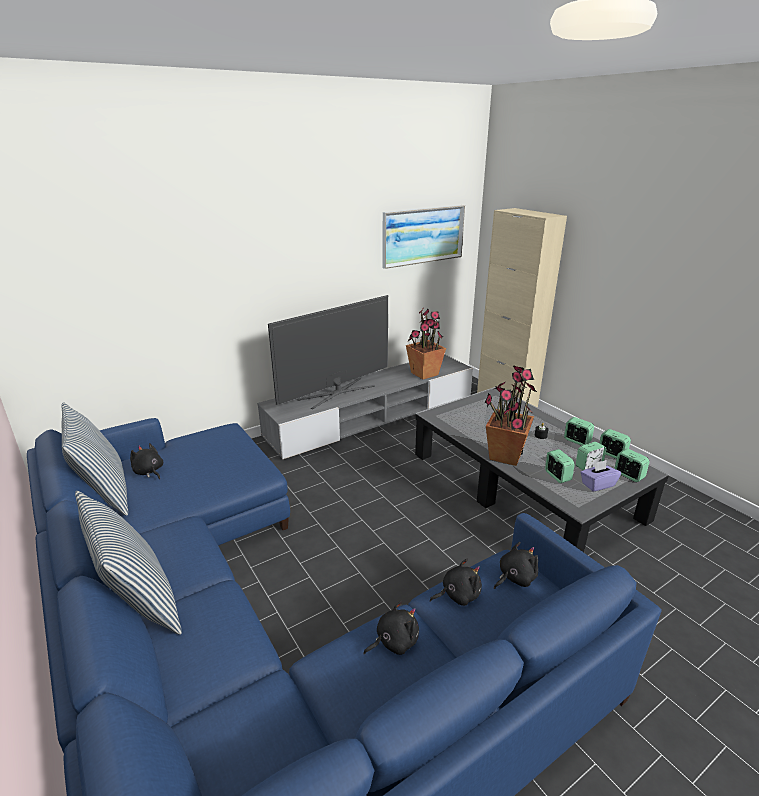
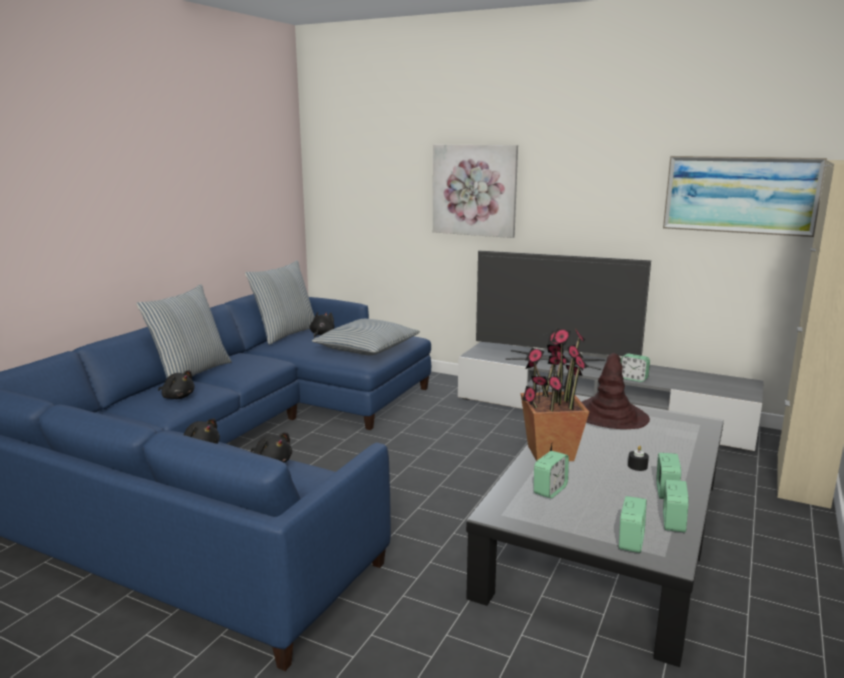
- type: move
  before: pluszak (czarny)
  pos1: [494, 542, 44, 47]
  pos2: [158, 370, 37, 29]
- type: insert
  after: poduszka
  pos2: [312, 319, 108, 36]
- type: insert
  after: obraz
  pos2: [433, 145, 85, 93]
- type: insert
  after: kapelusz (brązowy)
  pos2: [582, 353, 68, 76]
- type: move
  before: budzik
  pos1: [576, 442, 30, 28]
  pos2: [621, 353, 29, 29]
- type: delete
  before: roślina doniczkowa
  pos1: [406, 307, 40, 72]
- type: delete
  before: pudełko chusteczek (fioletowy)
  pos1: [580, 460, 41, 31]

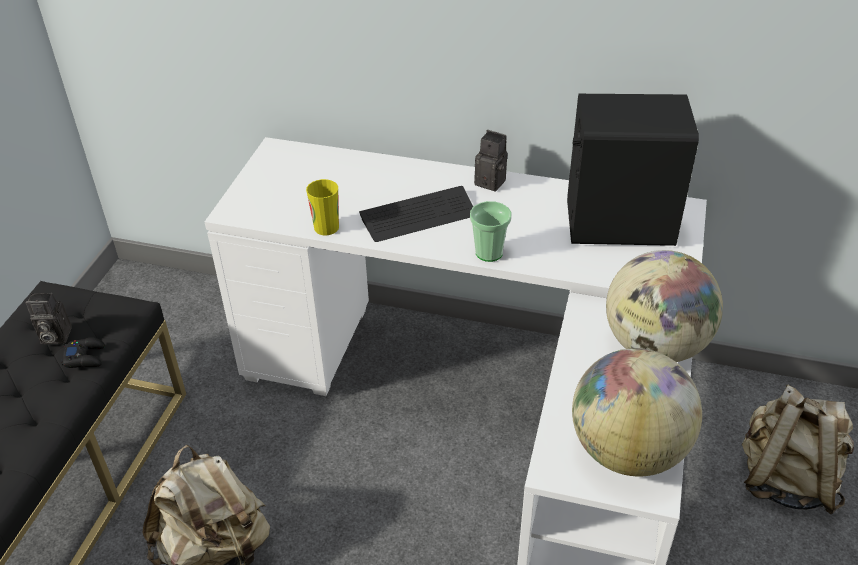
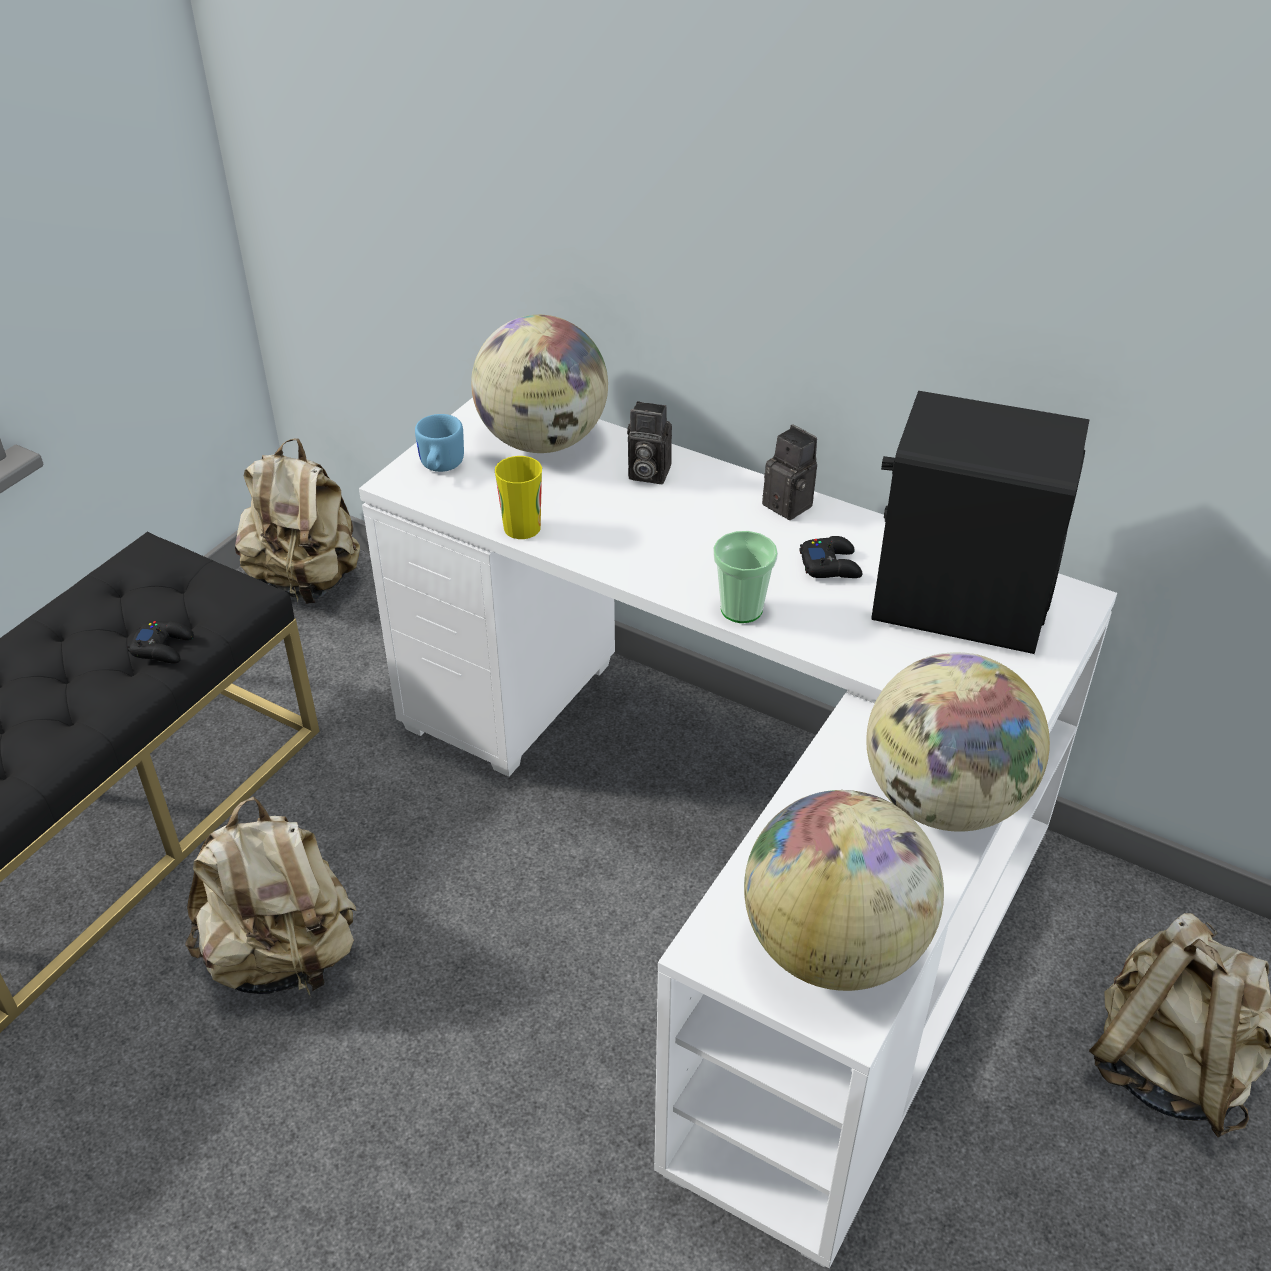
- type: insert
  after: plecak (beżowy)
  pos2: [235, 438, 125, 166]
- type: insert
  after: kubek (niebieski)
  pos2: [415, 414, 49, 58]
- type: insert
  after: globus
  pos2: [471, 315, 137, 138]
- type: move
  before: aparat fotograficzny
  pos1: [26, 293, 46, 51]
  pos2: [627, 401, 45, 83]
- type: insert
  after: pad do gier (czarny)
  pos2: [799, 536, 63, 42]
- type: delete
  before: klawiatura
  pos1: [359, 186, 114, 56]

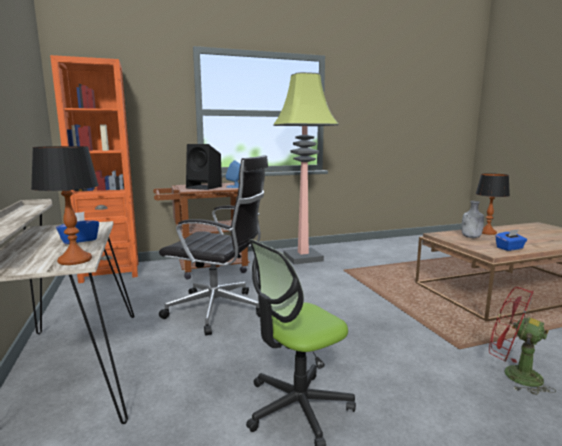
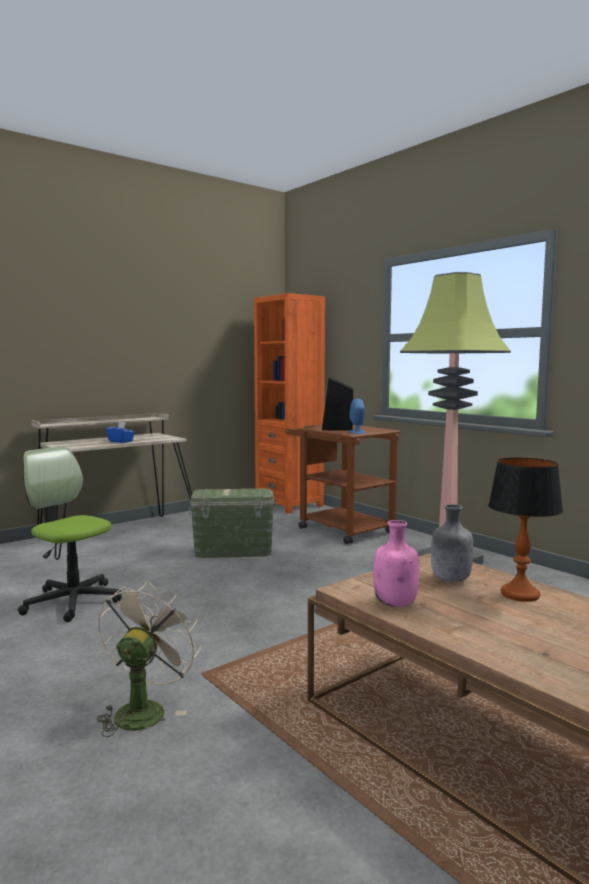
- type: recolor
  before: wentylator (czerwony)
  after: wentylator (beżowy)
  pos1: [489, 287, 67, 108]
  pos2: [97, 581, 104, 156]
- type: replace
  before: krzesło biurowe (czarny)
  after: pojemnik do przechowywania (zielony)
  pos1: [159, 155, 109, 181]
  pos2: [188, 489, 88, 69]
- type: replace
  before: pudełko chusteczek (niebieski)
  after: butelka (różowy)
  pos1: [496, 229, 31, 22]
  pos2: [374, 520, 45, 87]
- type: delete
  before: lampa stołowa
  pos1: [31, 146, 68, 119]

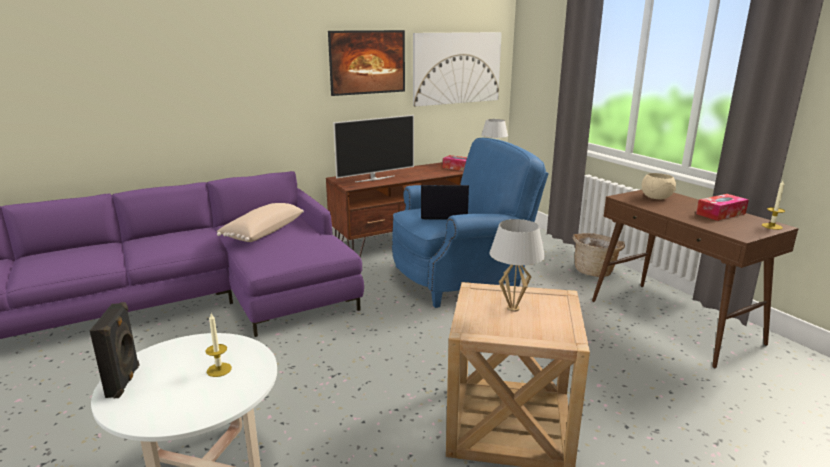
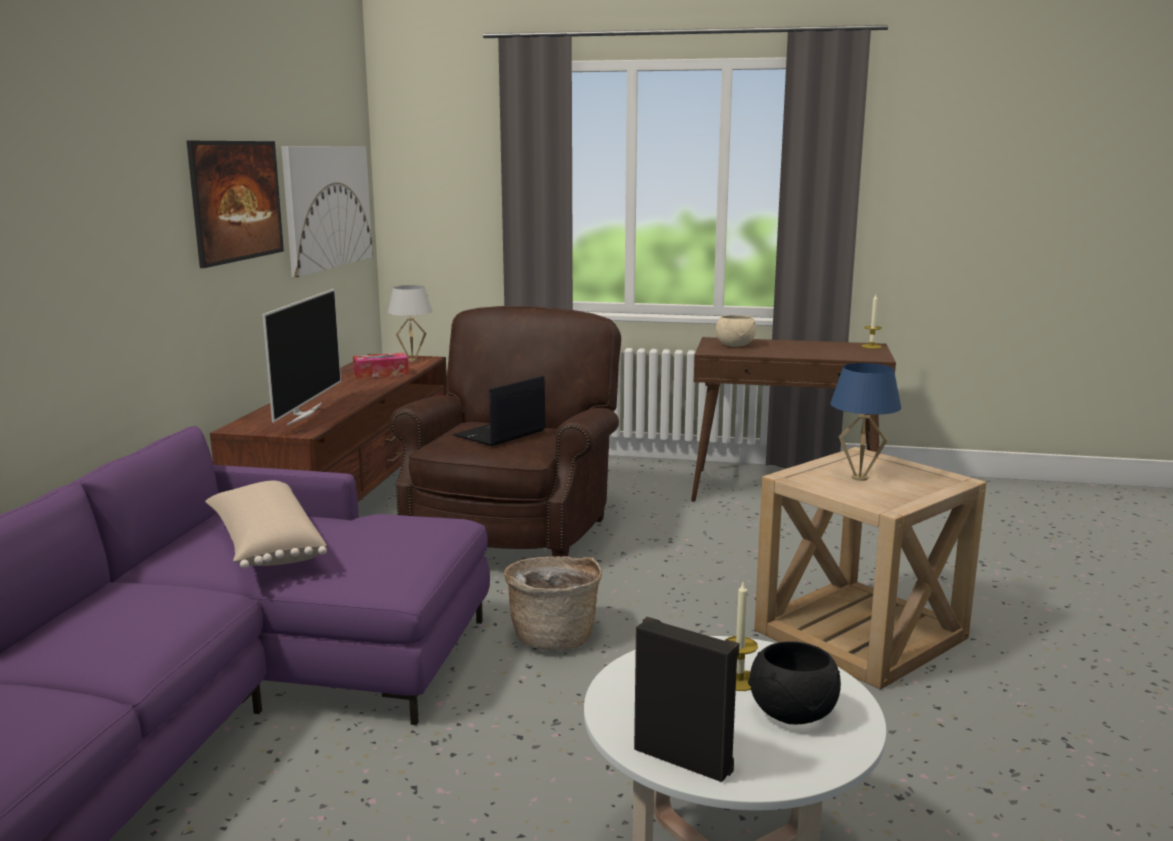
- type: recolor
  before: fotel (niebieski)
  after: fotel (brązowy)
  pos1: [392, 138, 157, 170]
  pos2: [390, 306, 231, 251]
- type: move
  before: koszyk
  pos1: [573, 233, 52, 44]
  pos2: [504, 556, 98, 95]
- type: insert
  after: miska (czarny)
  pos2: [748, 641, 93, 83]
- type: recolor
  before: lampa stołowa (biały)
  after: lampa stołowa (niebieski)
  pos1: [490, 219, 55, 93]
  pos2: [830, 363, 71, 118]
- type: delete
  before: pudełko chusteczek
  pos1: [696, 194, 53, 27]

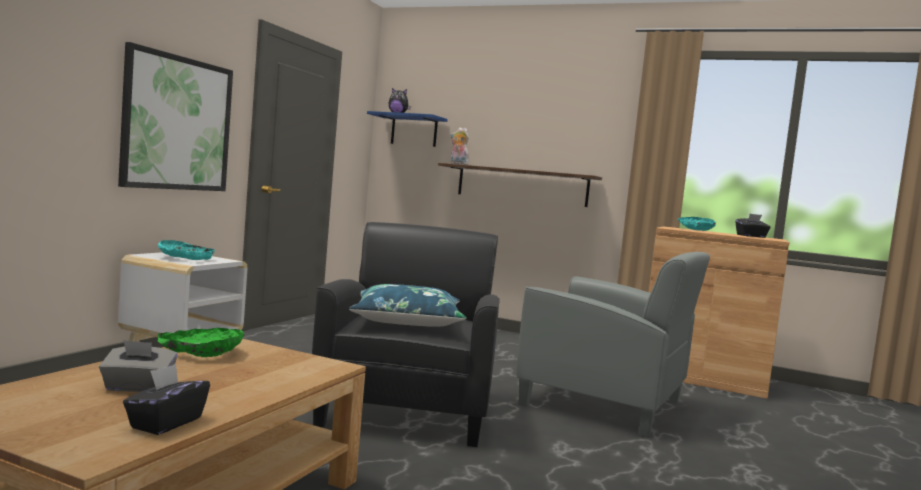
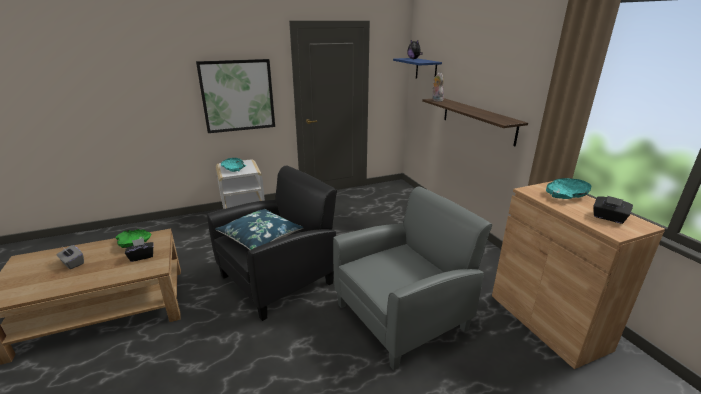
- type: move
  before: pudełko chusteczek (czarny)
  pos1: [123, 364, 87, 71]
  pos2: [125, 238, 29, 24]
- type: rotate
  before: fotel (szary)
  pos1: [517, 252, 193, 186]
  pos2: [333, 186, 159, 184]
  turn: -105

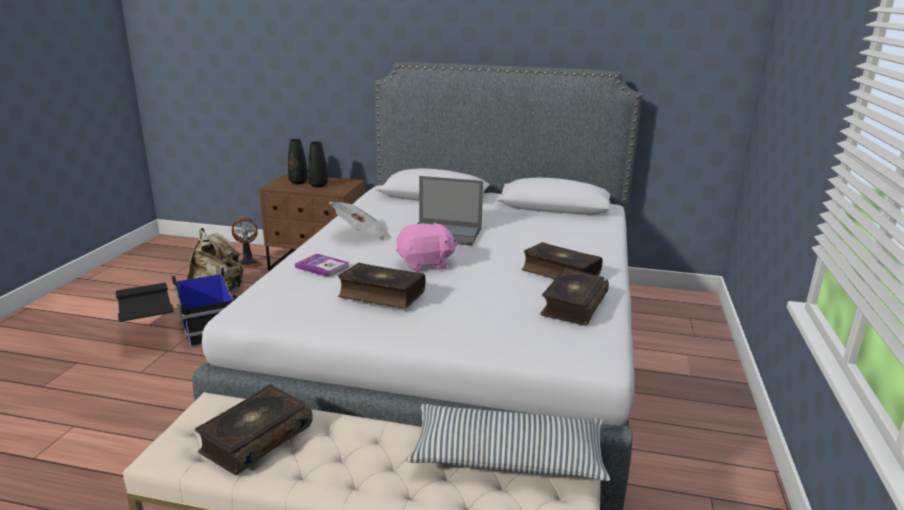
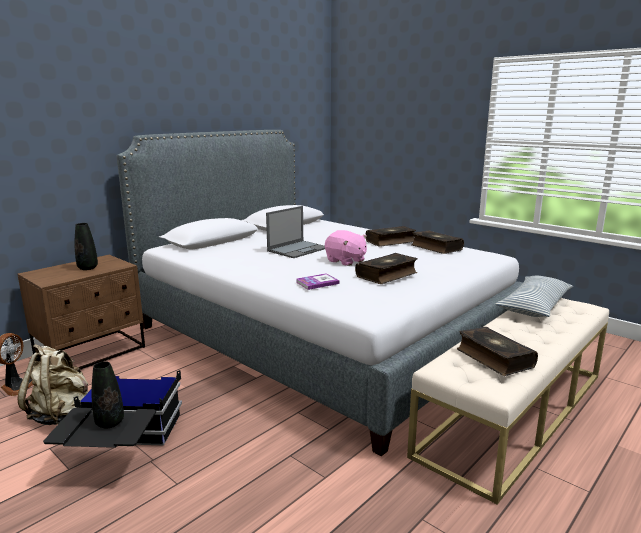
- type: move
  before: wazon (czarny)
  pos1: [288, 139, 20, 45]
  pos2: [92, 361, 32, 68]
- type: rotate
  before: pluszak (różowy)
  pos1: [396, 222, 62, 50]
  pos2: [325, 230, 42, 36]
  turn: 120
- type: delete
  before: gazeta
  pos1: [329, 202, 62, 36]

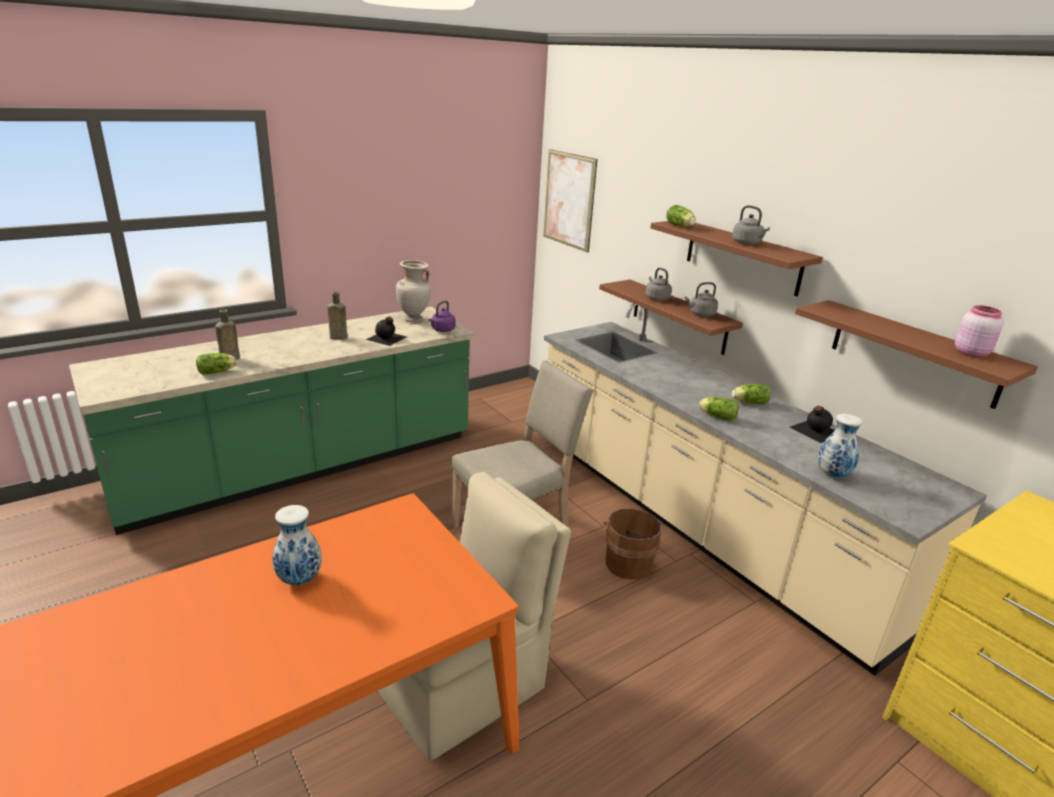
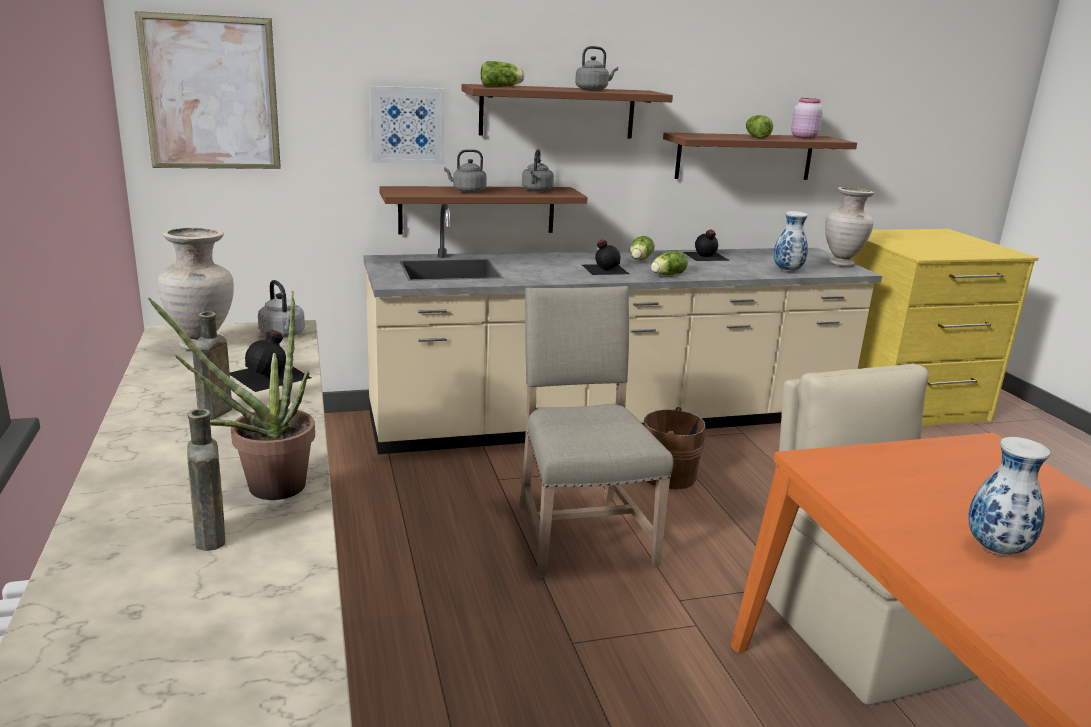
- type: insert
  after: roślina doniczkowa
  pos2: [148, 291, 167, 209]
- type: recolor
  before: czajnik (fioletowy)
  after: czajnik (szary)
  pos1: [429, 301, 26, 31]
  pos2: [258, 280, 47, 58]
- type: insert
  after: obraz
  pos2: [369, 86, 76, 78]
- type: insert
  after: butelka (czarny)
  pos2: [582, 239, 47, 36]
- type: move
  before: sałata
  pos1: [196, 353, 41, 22]
  pos2: [746, 115, 27, 24]
- type: insert
  after: wazon (beżowy)
  pos2: [825, 187, 50, 79]

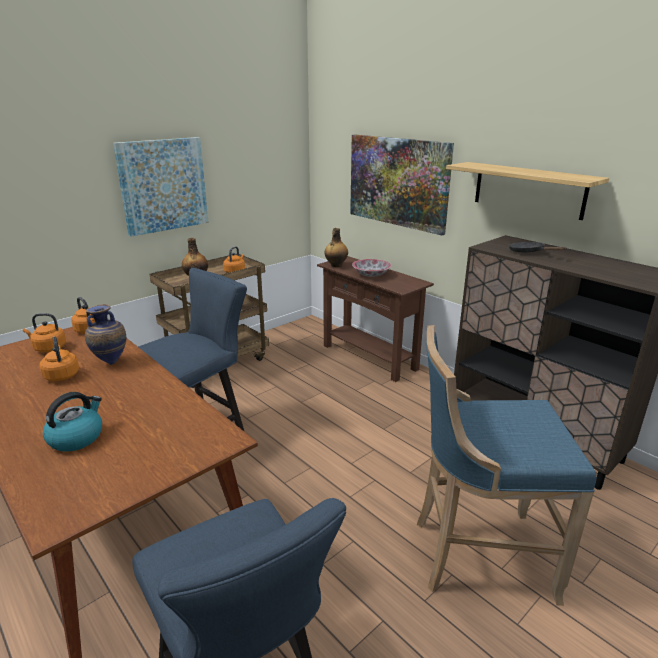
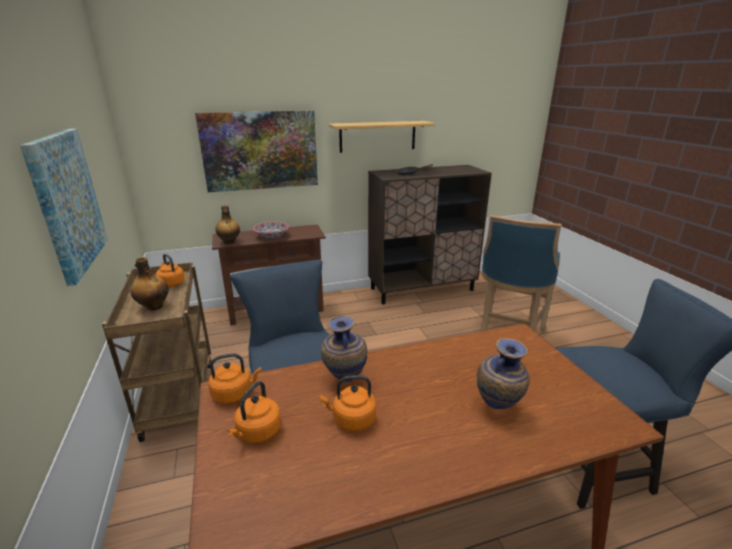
- type: replace
  before: czajnik
  after: wazon
  pos1: [43, 392, 59, 60]
  pos2: [477, 338, 52, 71]

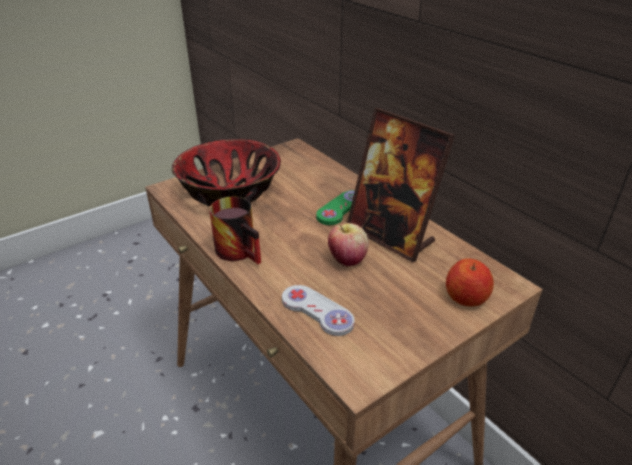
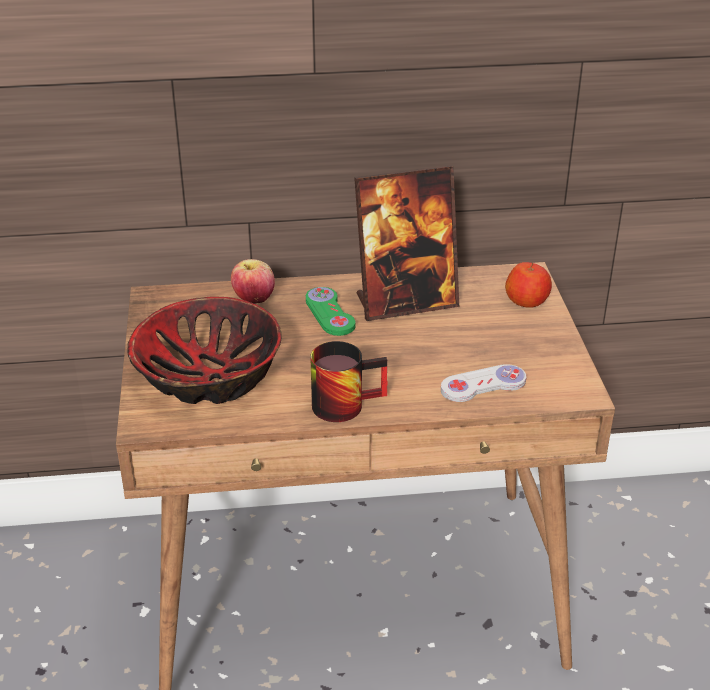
- type: move
  before: jabłko
  pos1: [328, 223, 41, 44]
  pos2: [231, 259, 44, 45]

